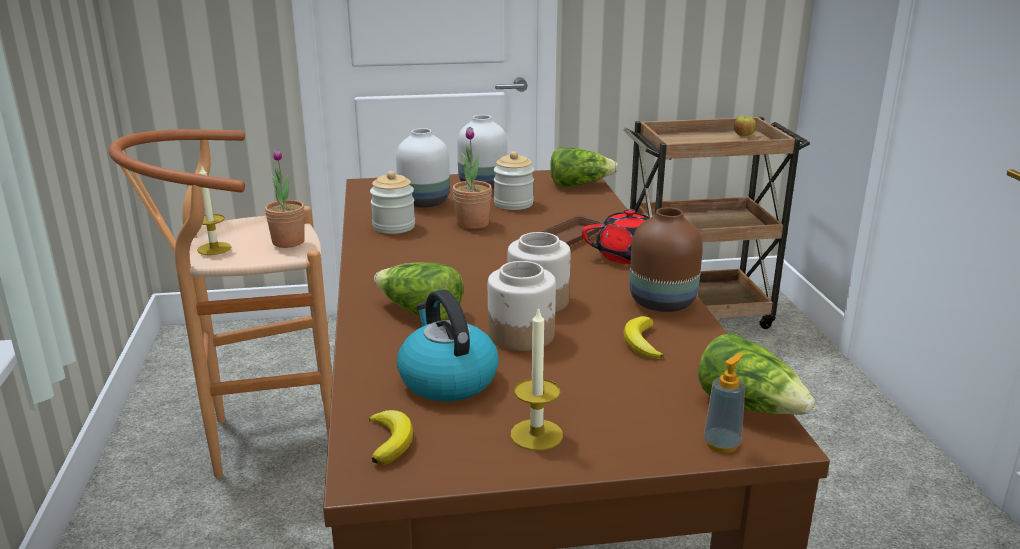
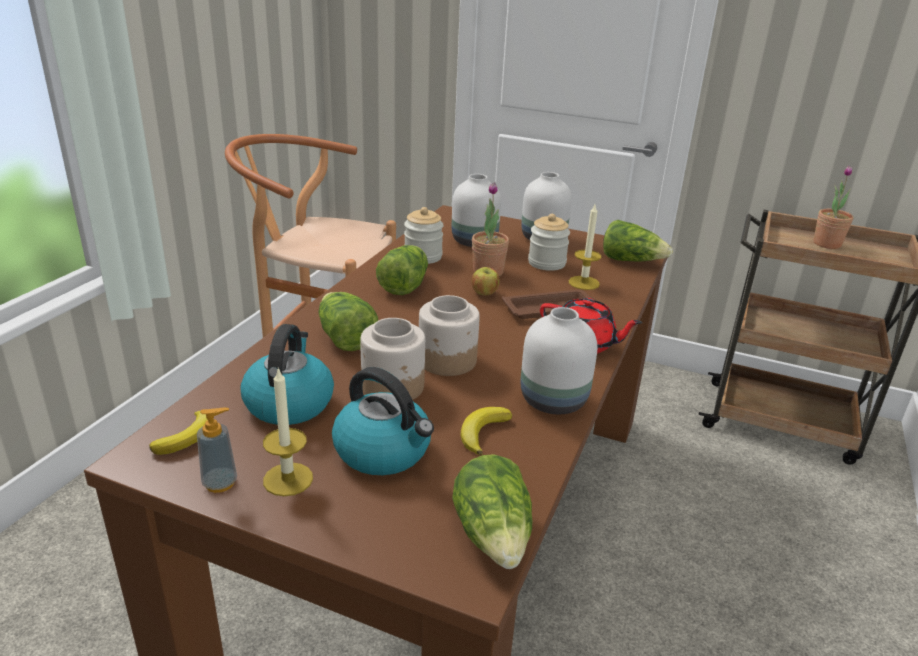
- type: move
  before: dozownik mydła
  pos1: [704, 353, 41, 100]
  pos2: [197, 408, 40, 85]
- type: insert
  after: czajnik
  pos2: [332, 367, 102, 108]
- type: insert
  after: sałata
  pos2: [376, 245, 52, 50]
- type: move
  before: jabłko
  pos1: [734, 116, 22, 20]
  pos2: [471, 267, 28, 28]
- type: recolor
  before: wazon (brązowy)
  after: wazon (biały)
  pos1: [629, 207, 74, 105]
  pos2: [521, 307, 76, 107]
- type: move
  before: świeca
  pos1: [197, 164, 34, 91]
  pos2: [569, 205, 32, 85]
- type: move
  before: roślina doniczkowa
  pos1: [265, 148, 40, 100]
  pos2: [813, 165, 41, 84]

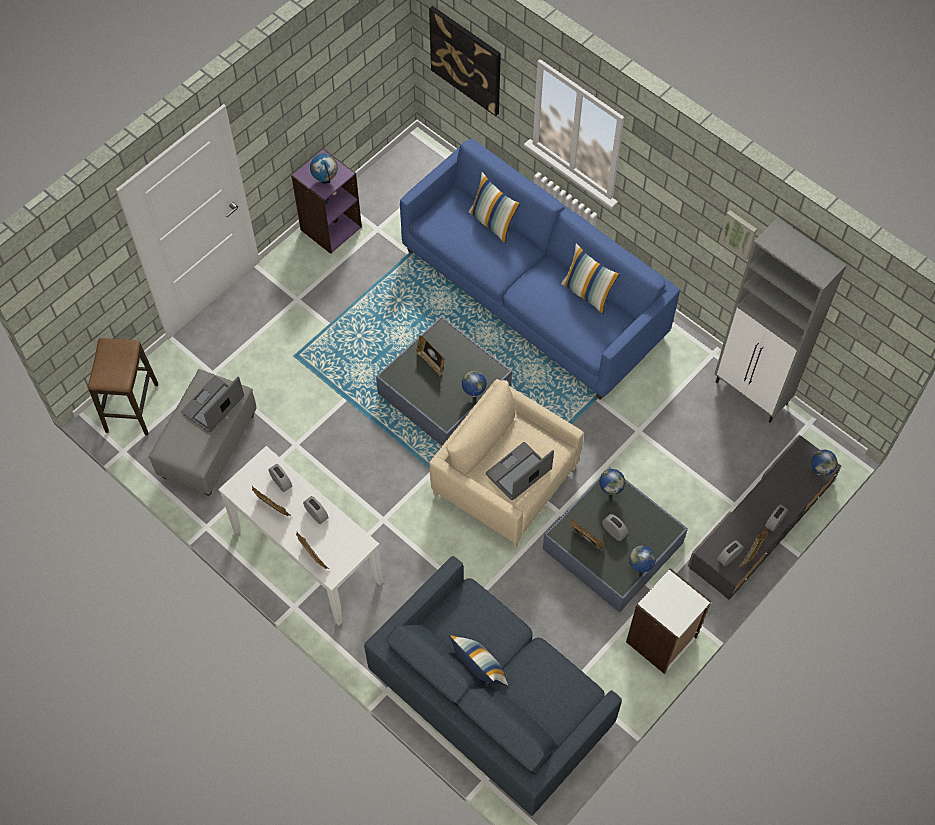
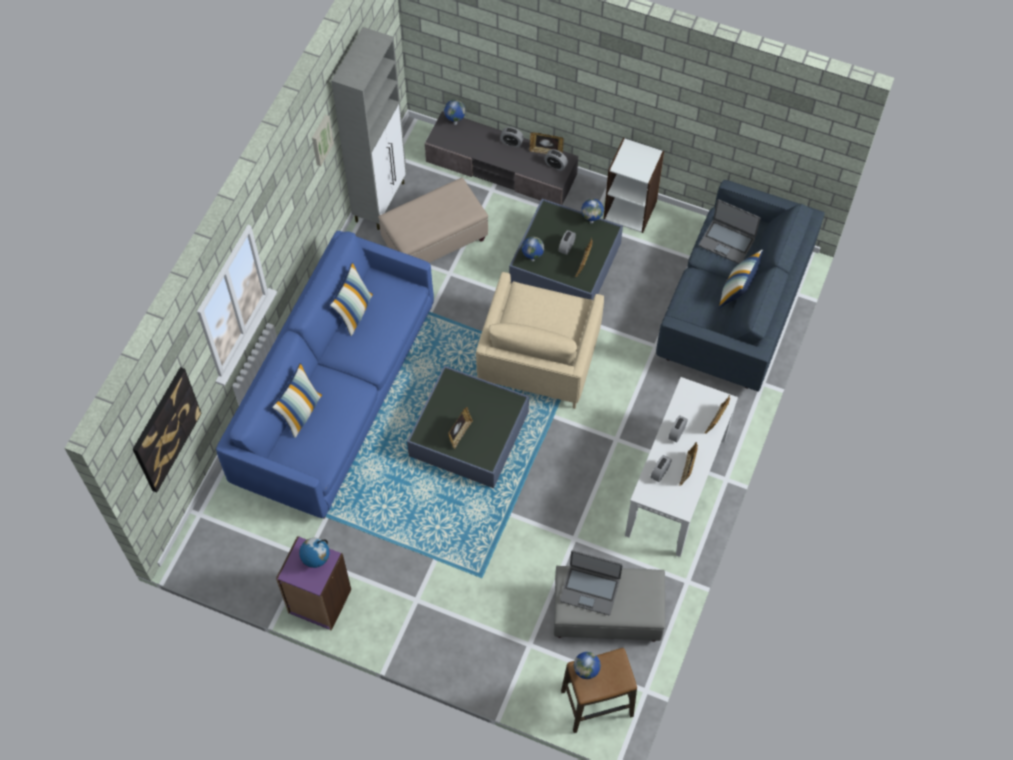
- type: insert
  after: pufa (beżowy)
  pos2: [378, 178, 110, 85]
- type: move
  before: globus
  pos1: [462, 371, 25, 26]
  pos2: [573, 652, 28, 27]
- type: move
  before: laptop
  pos1: [486, 442, 68, 58]
  pos2: [699, 199, 62, 65]

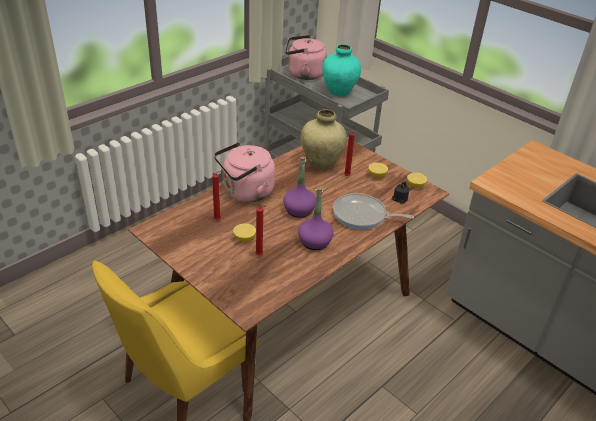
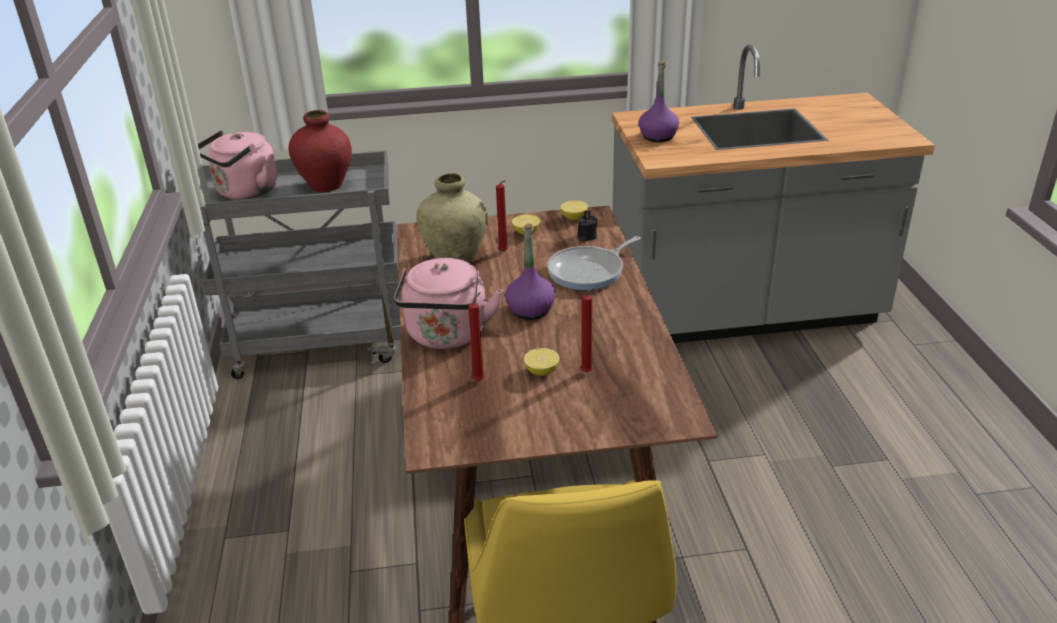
- type: recolor
  before: wazon (turkusowy)
  after: wazon (czerwony)
  pos1: [322, 44, 39, 53]
  pos2: [288, 110, 64, 82]
- type: move
  before: butelka (fioletowy)
  pos1: [298, 186, 35, 64]
  pos2: [639, 60, 40, 82]

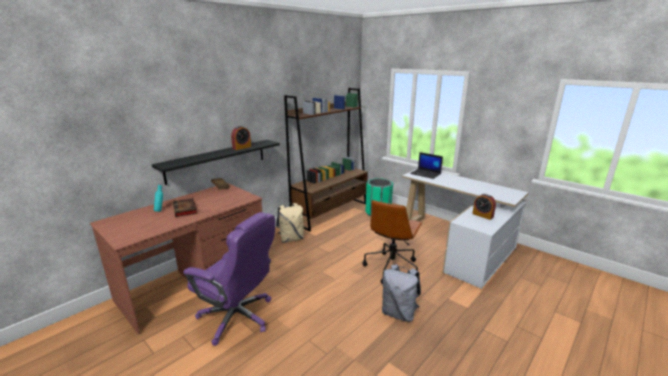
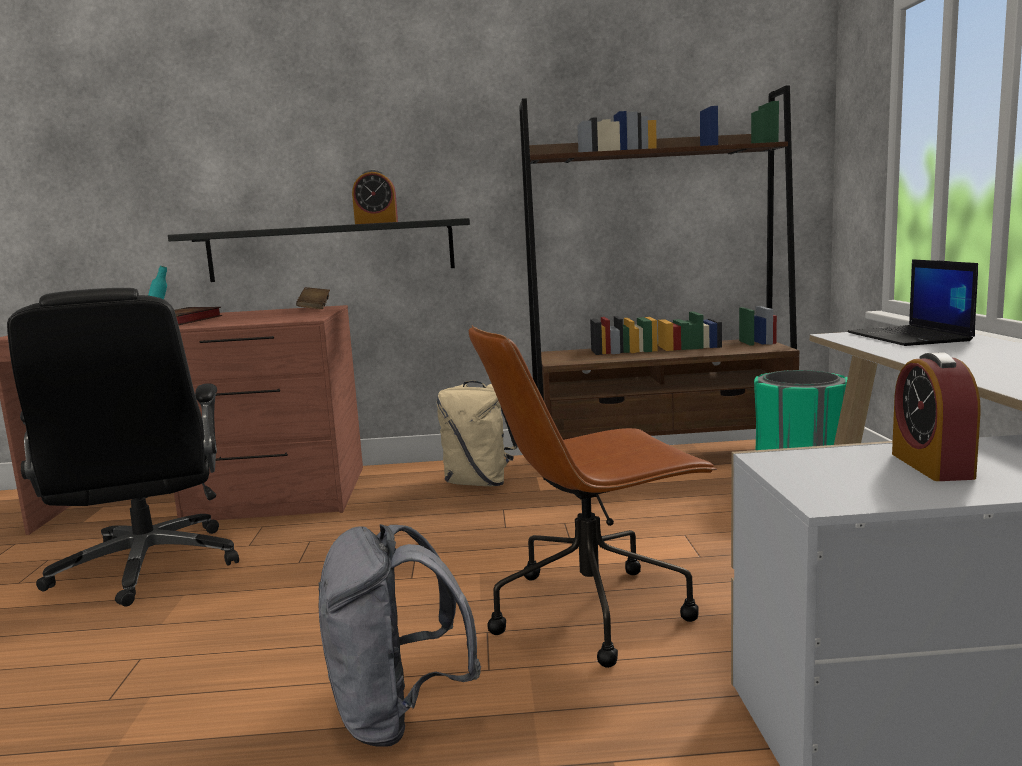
- type: recolor
  before: krzesło biurowe (fioletowy)
  after: krzesło biurowe (czarny)
  pos1: [183, 212, 92, 134]
  pos2: [7, 288, 232, 319]

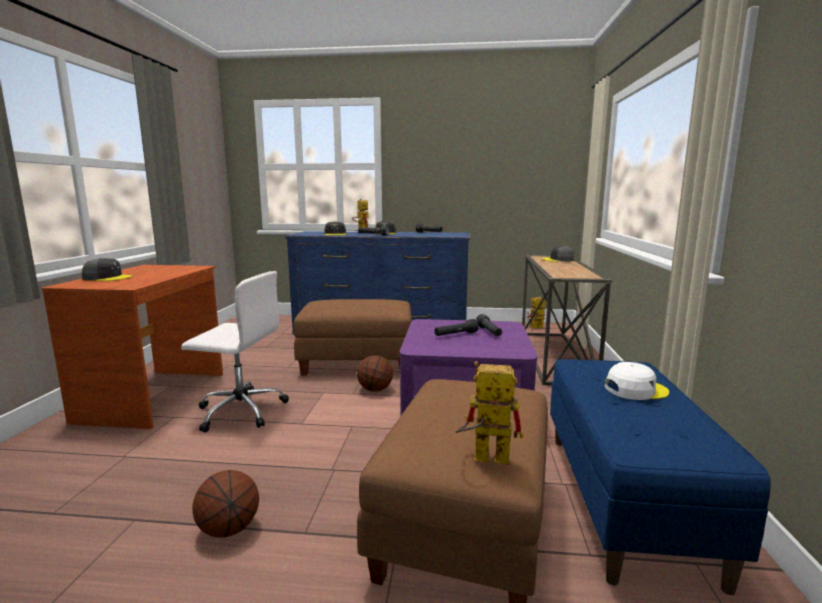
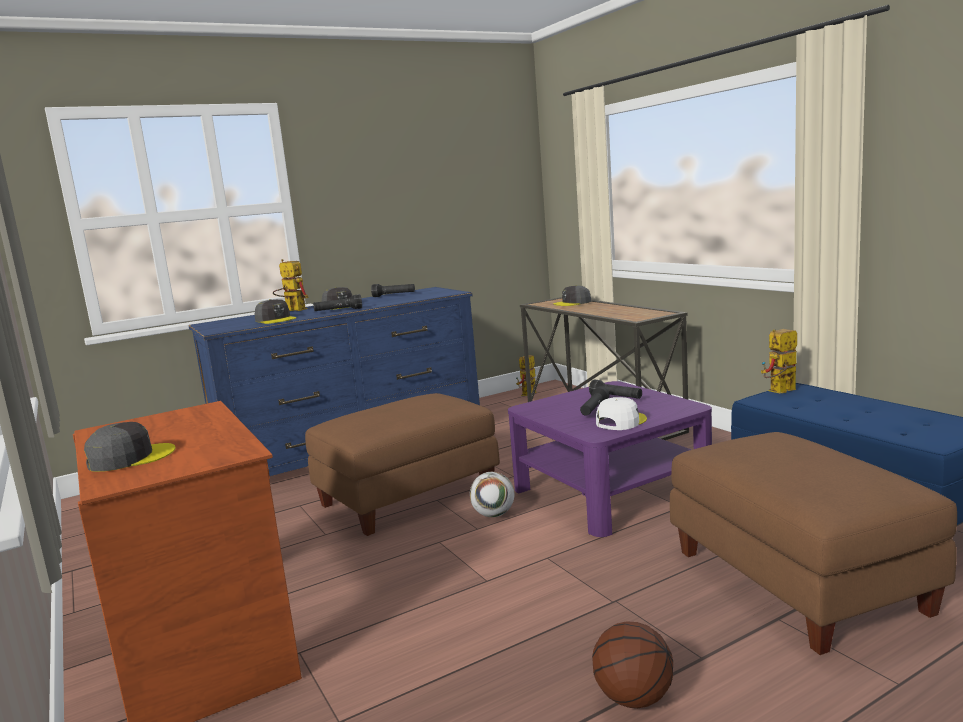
- type: replace
  before: piłka do koszykówki
  after: piłka futbolowa
  pos1: [357, 355, 36, 36]
  pos2: [470, 472, 44, 45]
- type: move
  before: czapka z daszkiem (biały)
  pos1: [605, 362, 64, 38]
  pos2: [596, 397, 51, 33]
- type: move
  before: robot zabawkowy
  pos1: [455, 361, 68, 104]
  pos2: [761, 329, 36, 64]
- type: delete
  before: krzesło biurowe (biały)
  pos1: [181, 271, 108, 161]

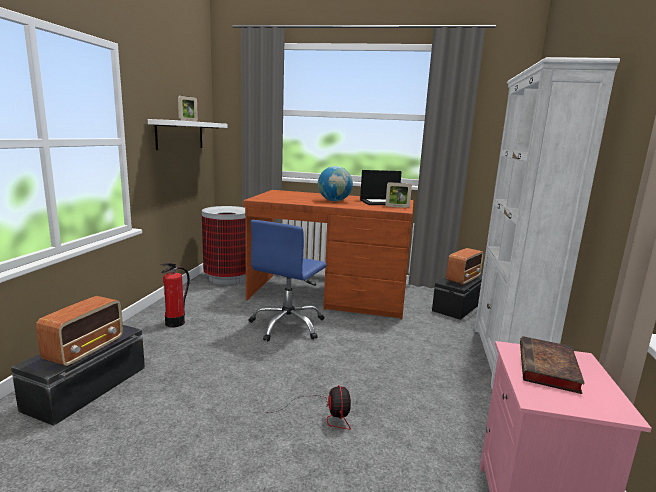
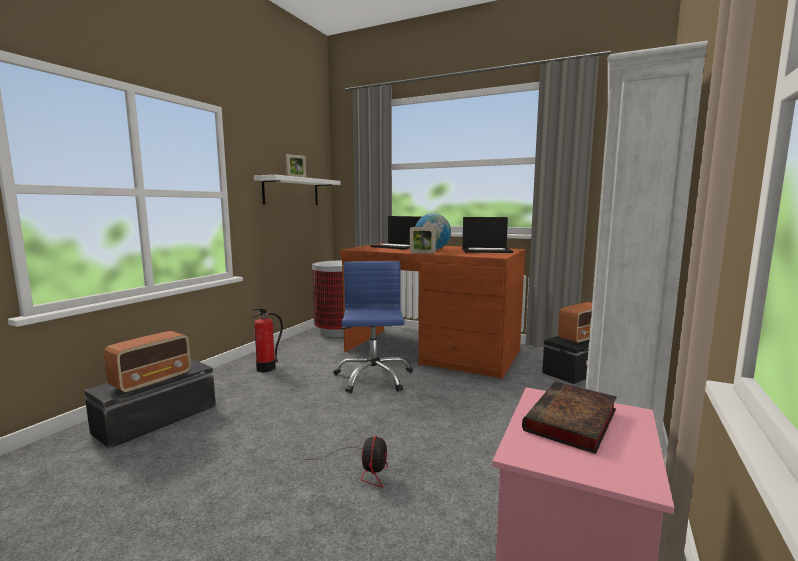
- type: rotate
  before: krzesło biurowe (niebieski)
  pos1: [249, 220, 78, 121]
  pos2: [333, 261, 80, 132]
  turn: 135
- type: insert
  after: laptop
  pos2: [370, 216, 51, 34]
- type: move
  before: ramka na zdjęcie
  pos1: [385, 182, 27, 26]
  pos2: [410, 227, 26, 27]

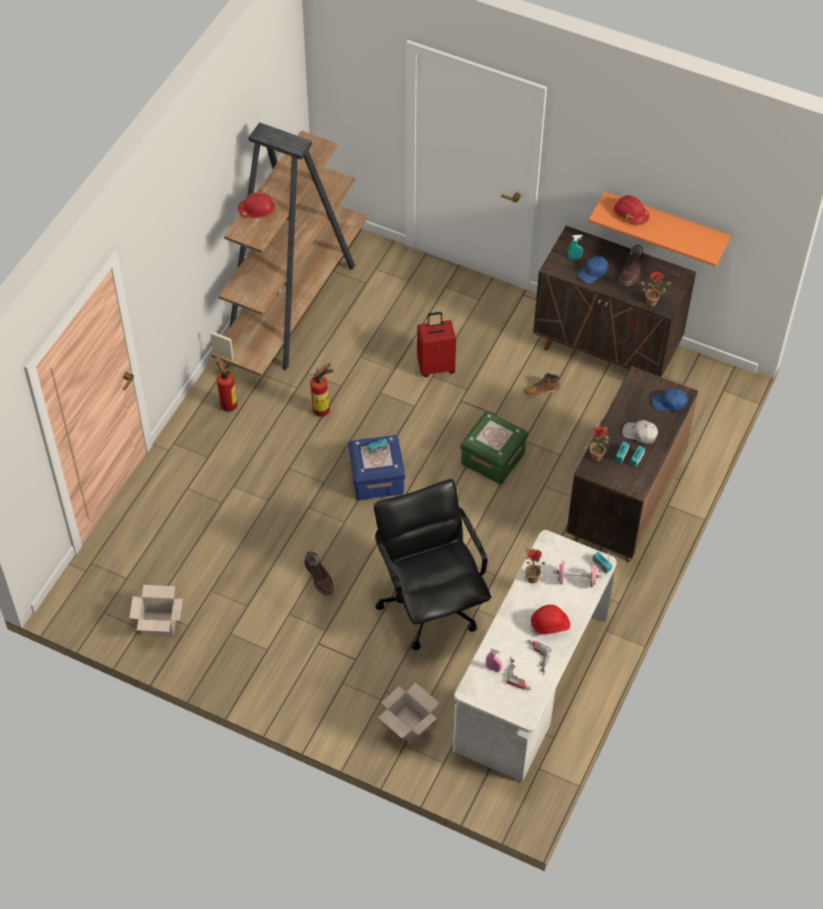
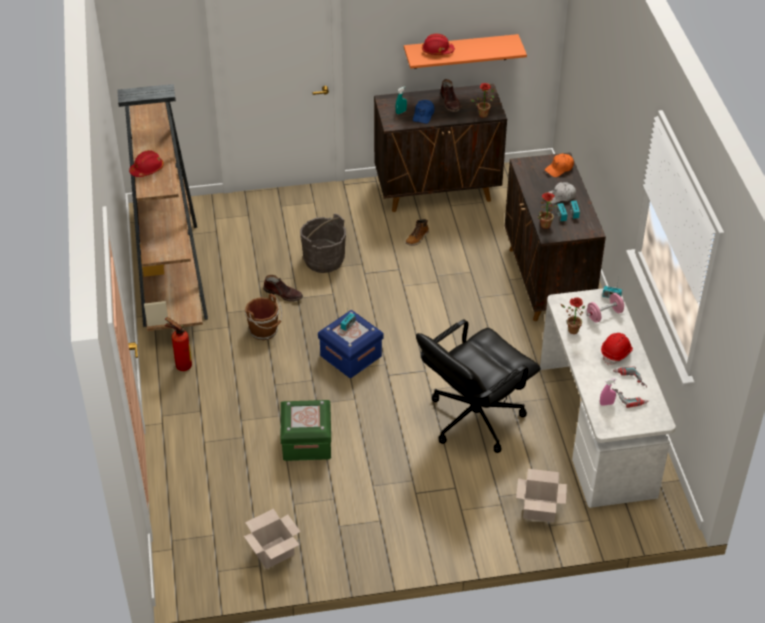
- type: replace
  before: gaśnica
  after: wiadro (brązowy)
  pos1: [310, 363, 23, 54]
  pos2: [245, 294, 37, 46]
- type: move
  before: but z cholewką (brązowy)
  pos1: [304, 551, 30, 44]
  pos2: [263, 275, 40, 26]
- type: move
  before: pojemnik do przechowywania (zielony)
  pos1: [460, 411, 68, 73]
  pos2: [281, 400, 50, 61]
- type: replace
  before: walizka (czerwony)
  after: wiadro (szary)
  pos1: [417, 312, 39, 65]
  pos2: [300, 213, 46, 60]
- type: rotate
  before: krzesło biurowe (czarny)
  pos1: [374, 479, 117, 171]
  pos2: [416, 319, 125, 134]
  turn: -75
- type: recolor
  before: czapka z daszkiem (niebieski)
  after: czapka z daszkiem (pomarańczowy)
  pos1: [651, 388, 36, 23]
  pos2: [545, 153, 29, 24]

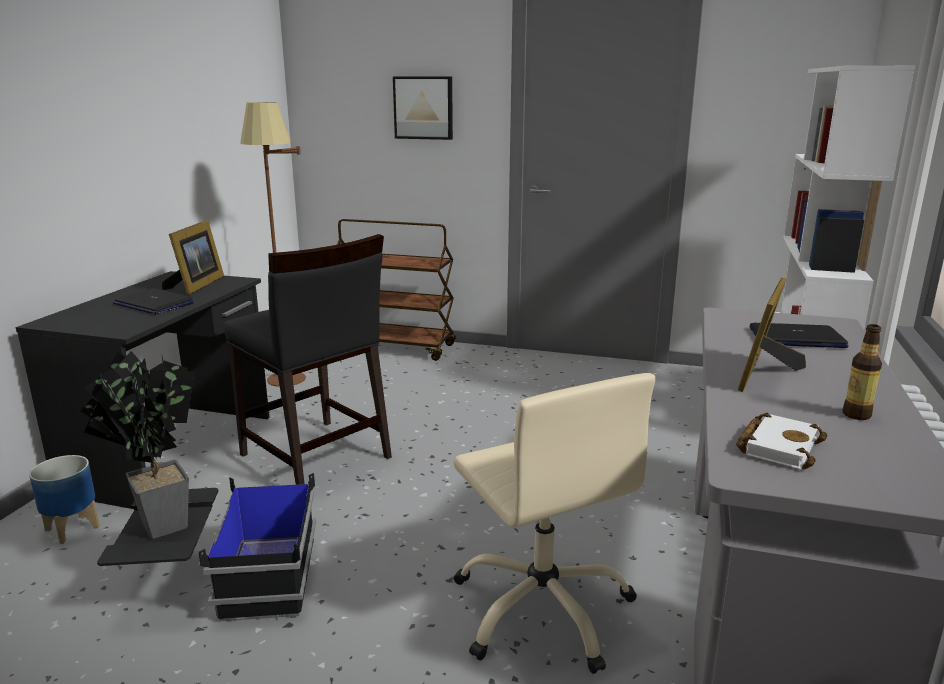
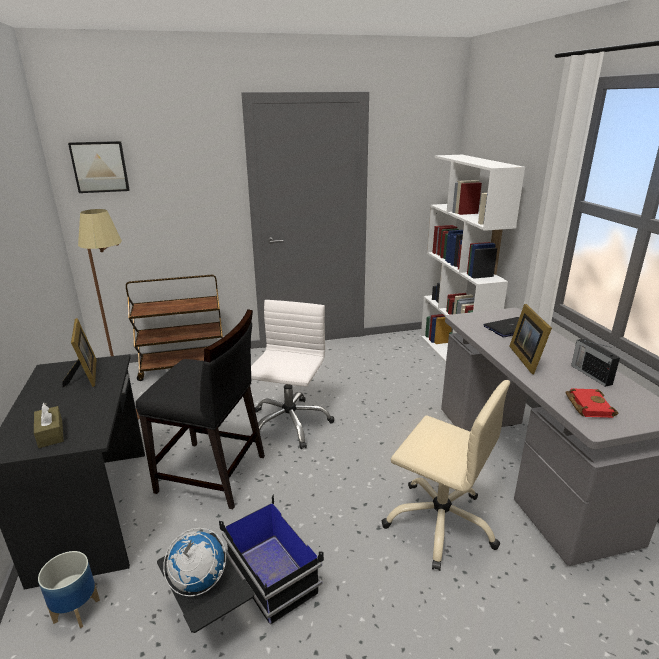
- type: insert
  after: pudełko chusteczek (brązowy)
  pos2: [34, 403, 30, 45]
- type: move
  before: obraz
  pos1: [393, 76, 60, 64]
  pos2: [68, 141, 62, 52]
- type: replace
  before: roślina doniczkowa
  after: globus
  pos1: [81, 351, 113, 188]
  pos2: [163, 528, 63, 69]
- type: insert
  after: krzesło biurowe (biały)
  pos2: [251, 300, 83, 149]
- type: recolor
  before: książka (biały)
  after: książka (czerwony)
  pos1: [736, 413, 92, 56]
  pos2: [565, 388, 53, 30]
- type: replace
  before: butelka
  after: radio
  pos1: [843, 324, 39, 96]
  pos2: [571, 339, 49, 48]
- type: delete
  before: laptop
  pos1: [113, 288, 82, 27]

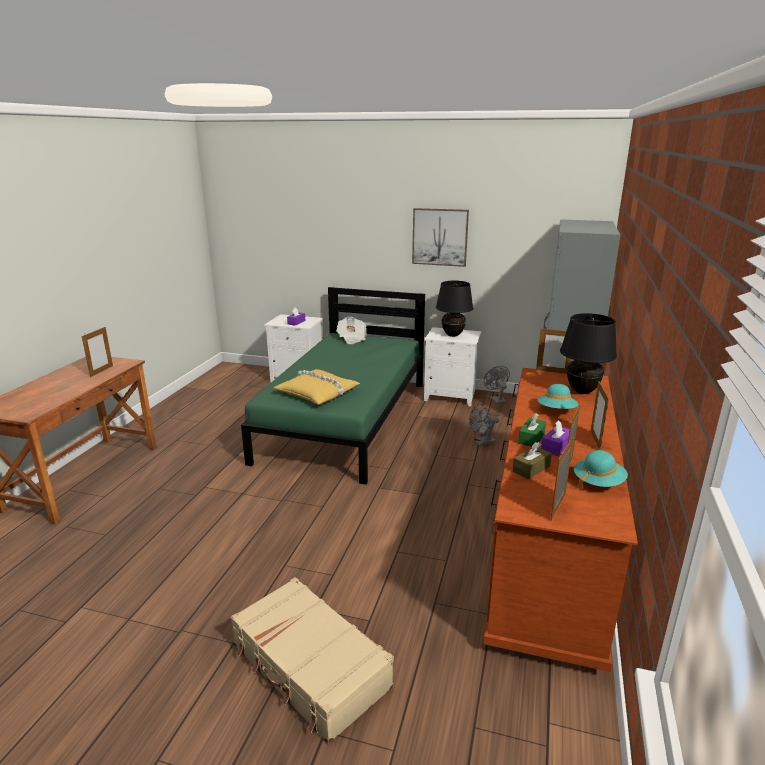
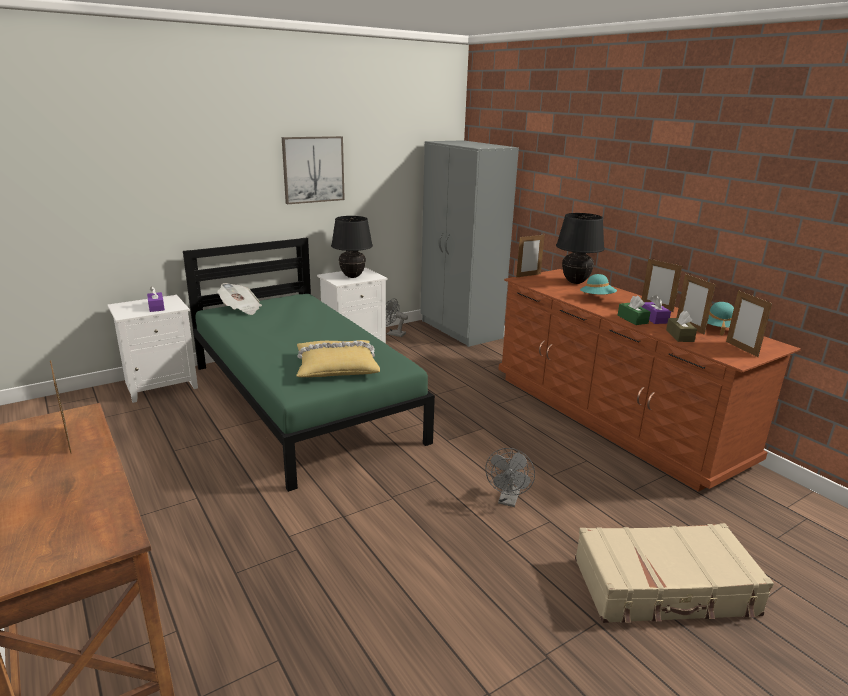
- type: move
  before: wentylator (szary)
  pos1: [469, 404, 30, 42]
  pos2: [485, 448, 50, 59]

